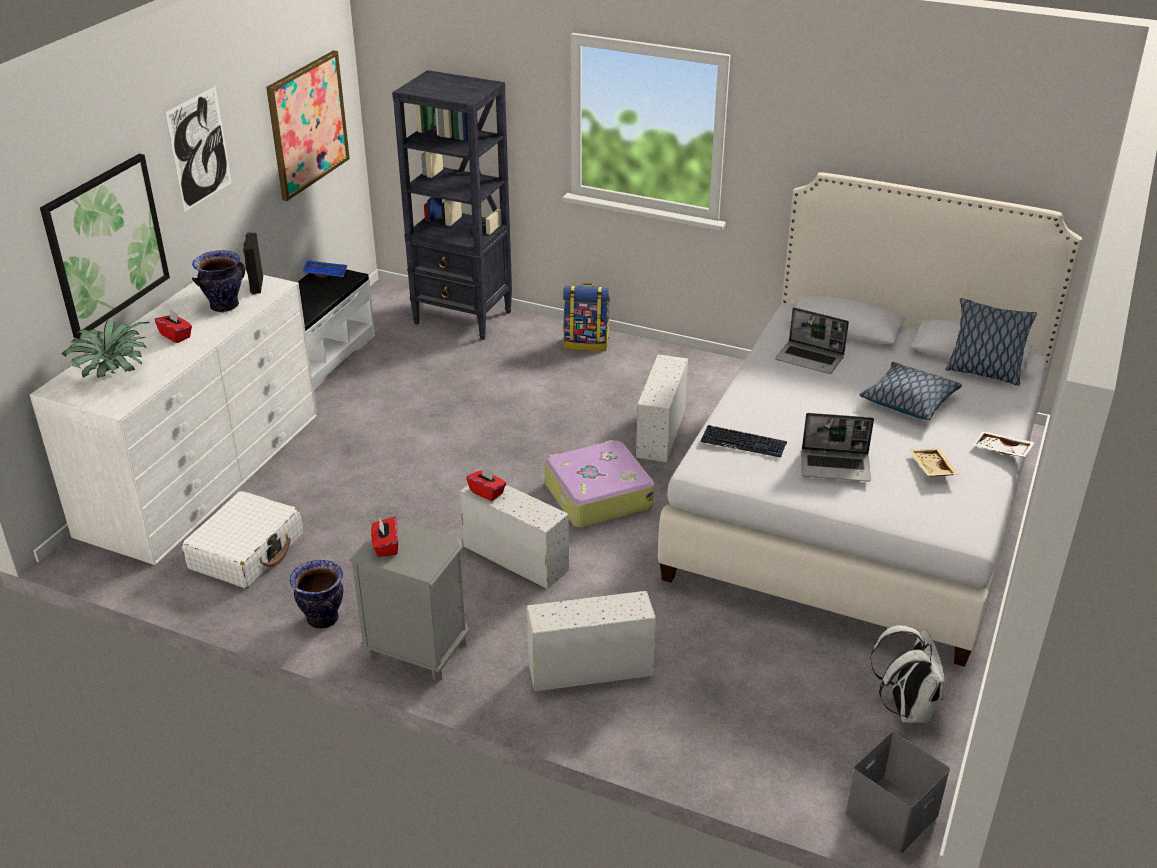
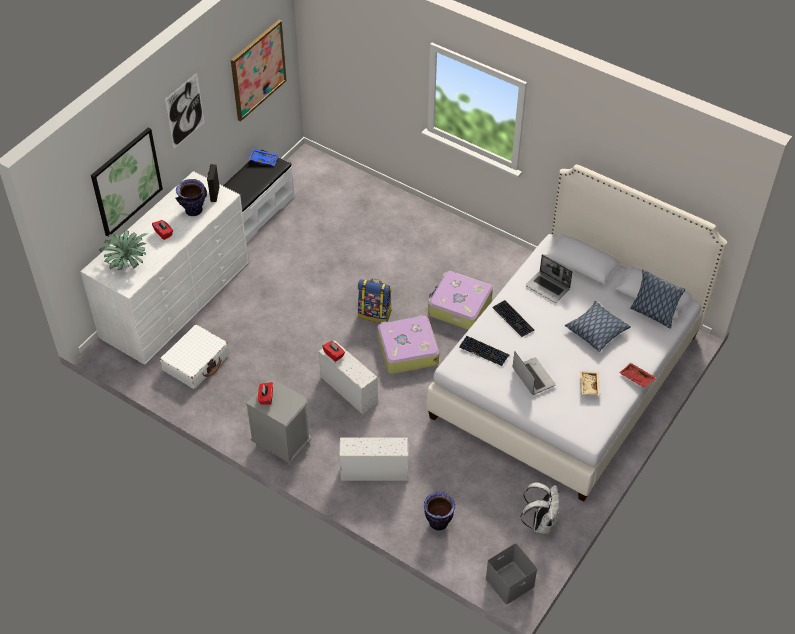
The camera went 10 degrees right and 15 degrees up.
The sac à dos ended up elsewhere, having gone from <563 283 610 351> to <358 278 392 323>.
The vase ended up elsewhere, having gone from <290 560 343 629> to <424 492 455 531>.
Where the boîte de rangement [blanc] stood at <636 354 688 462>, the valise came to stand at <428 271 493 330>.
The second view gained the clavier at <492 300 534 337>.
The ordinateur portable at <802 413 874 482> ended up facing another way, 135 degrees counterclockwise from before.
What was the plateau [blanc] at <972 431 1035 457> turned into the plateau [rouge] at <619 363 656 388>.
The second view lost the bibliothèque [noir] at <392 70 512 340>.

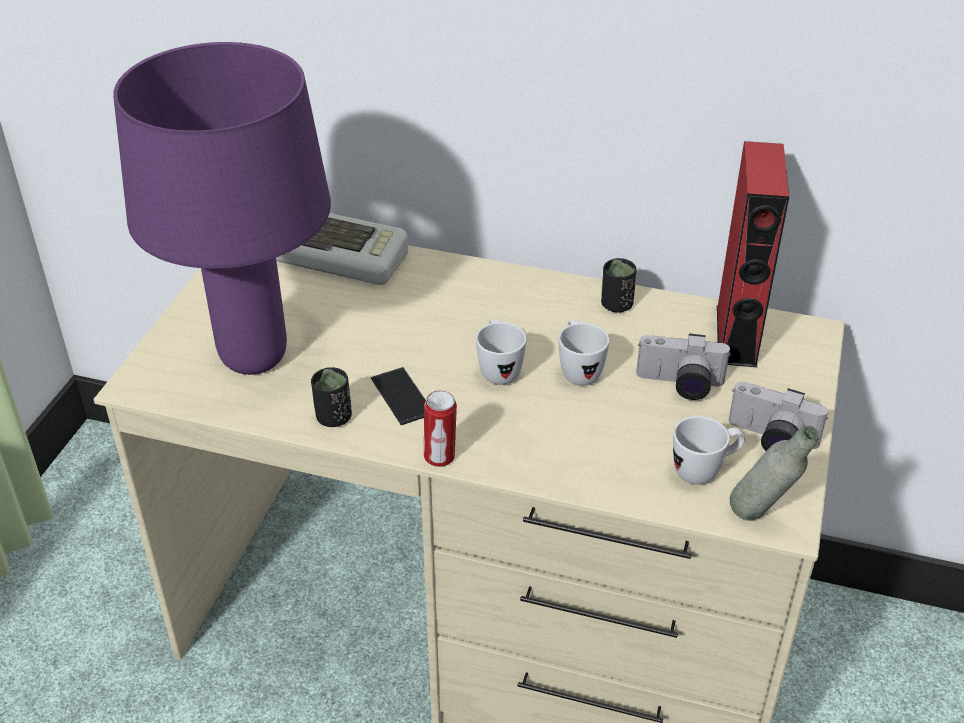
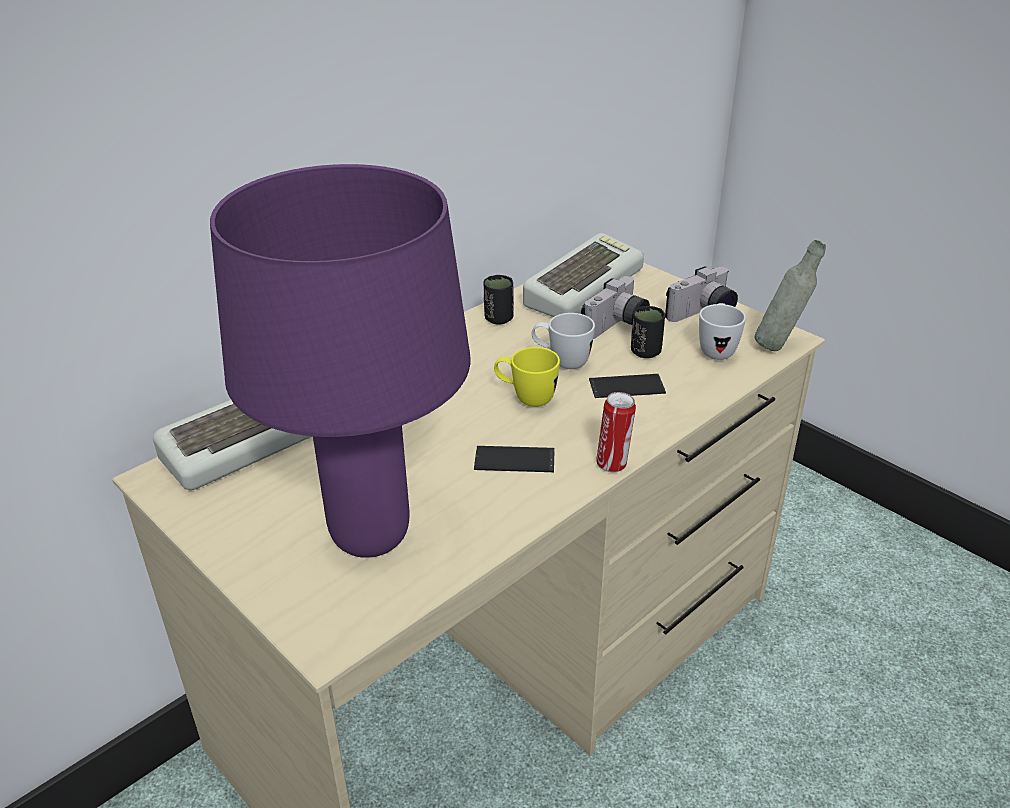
The camera went 60 degrees left and 5 degrees down.
What was the mug [blanc] at <476 319 527 385> turned into the mug [jaune] at <494 347 560 407>.
Where the enceinte [rouge] stood at <717 141 789 367>, the clavier came to stand at <523 233 644 317>.
The second view gained the téléphone at <589 374 666 398>.
The tasse [noir] ended up elsewhere, having gone from <311 367 352 427> to <631 306 665 358>.

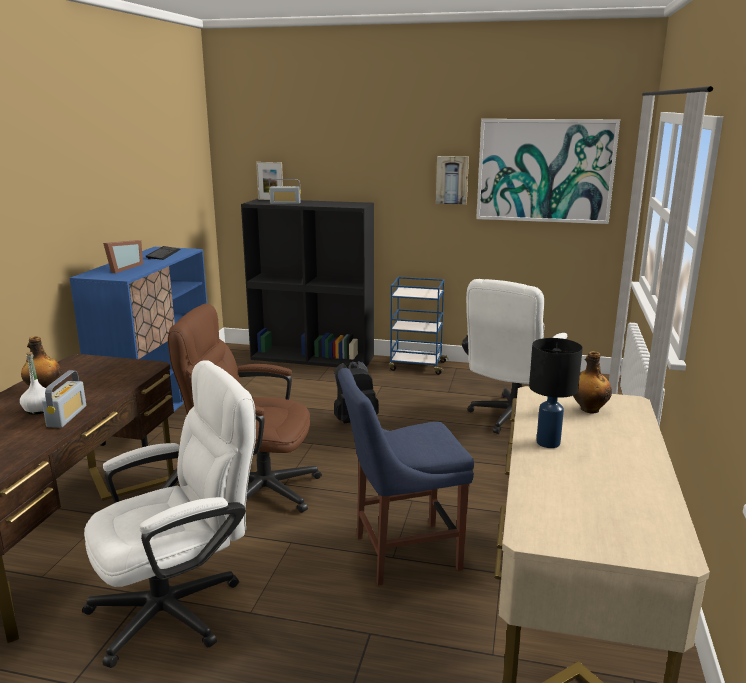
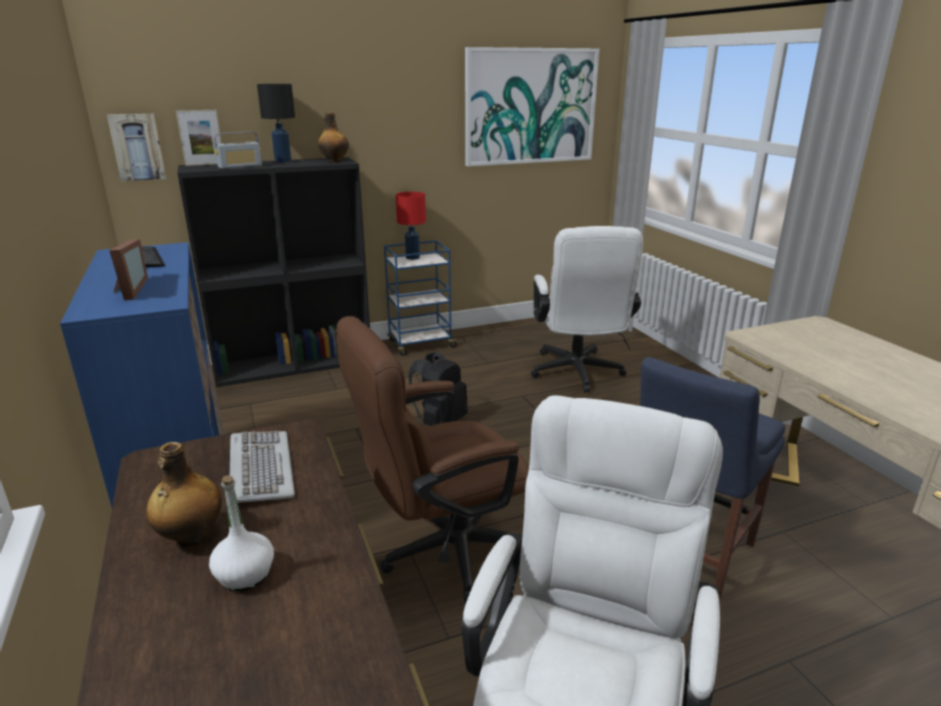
The camera went 35 degrees left and 5 degrees up.
The tableau ended up elsewhere, having gone from <436 156 469 205> to <107 114 166 181>.
The second view gained the clavier at <230 431 295 503>.
The lampe de table [noir] ended up elsewhere, having gone from <529 338 583 448> to <257 84 295 162>.
The bouteille ended up elsewhere, having gone from <573 351 612 413> to <318 112 349 163>.
The second view gained the lampe de table [rouge] at <396 192 426 260>.
The second view lost the radio at <42 371 86 428>.

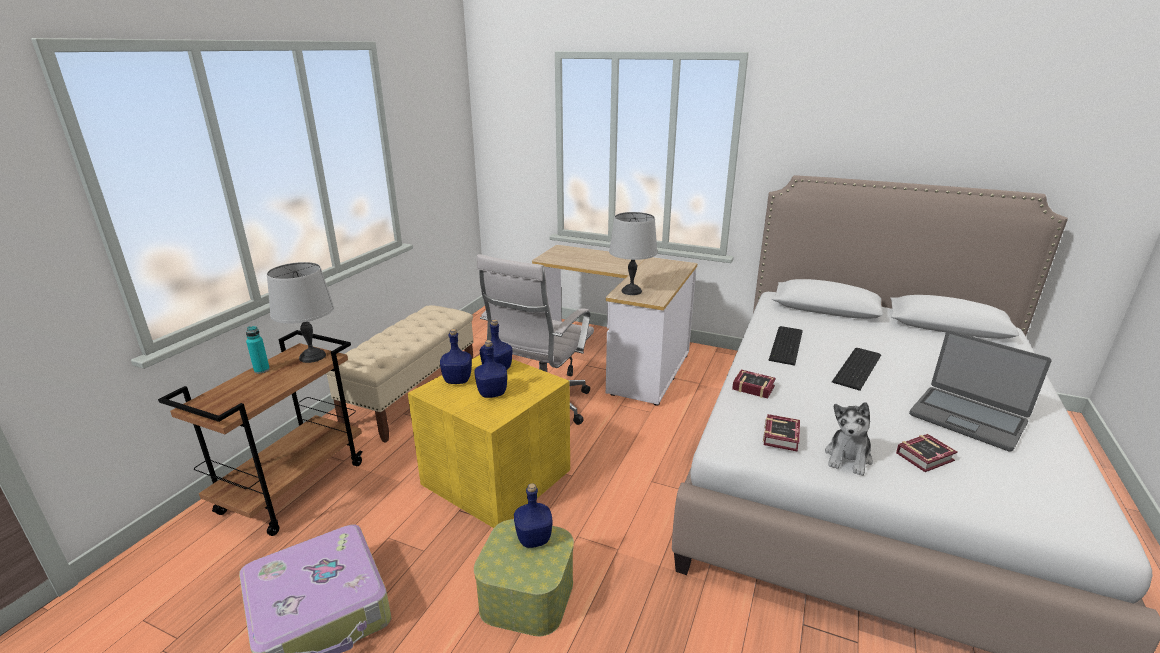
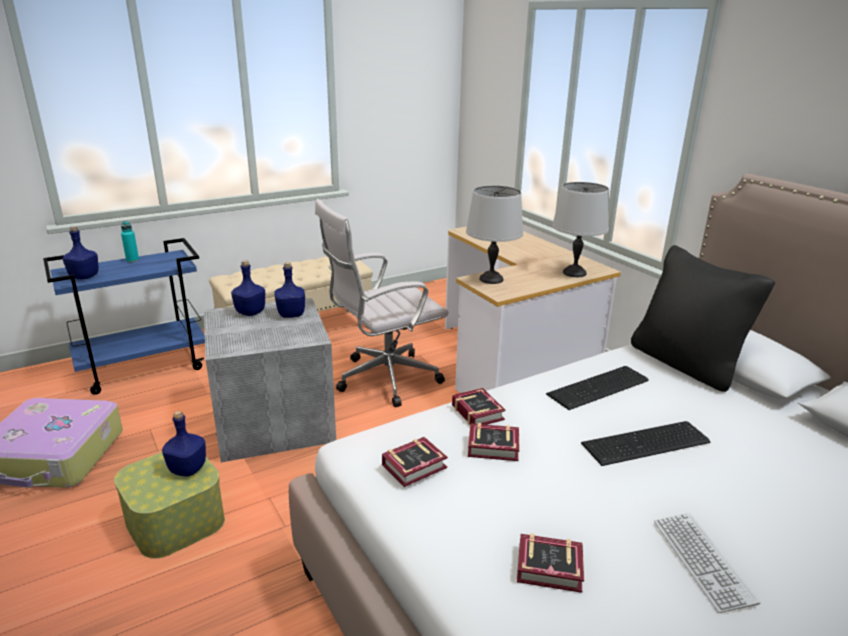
The camera went 35 degrees right and 0 degrees up.
What was the chariot [marron] at <158 330 363 536> turned into the chariot [bleu] at <43 238 205 395>.
The bouteille [bleu] ended up elsewhere, having gone from <474 340 507 398> to <62 226 99 279>.
What was the boîte de rangement [jaune] at <408 355 570 528> turned into the boîte de rangement [gris] at <204 298 336 462>.
The second view gained the livre at <468 423 520 461>.
The lampe de table [gris] ended up elsewhere, having gone from <267 262 334 363> to <552 182 609 277>.
The second view gained the coussin [noir] at <631 245 775 392>.
Where the ordinateur portable stood at <909 330 1051 452>, the clavier came to stand at <654 513 761 613>.
The second view lost the peluche at <825 402 873 476>.

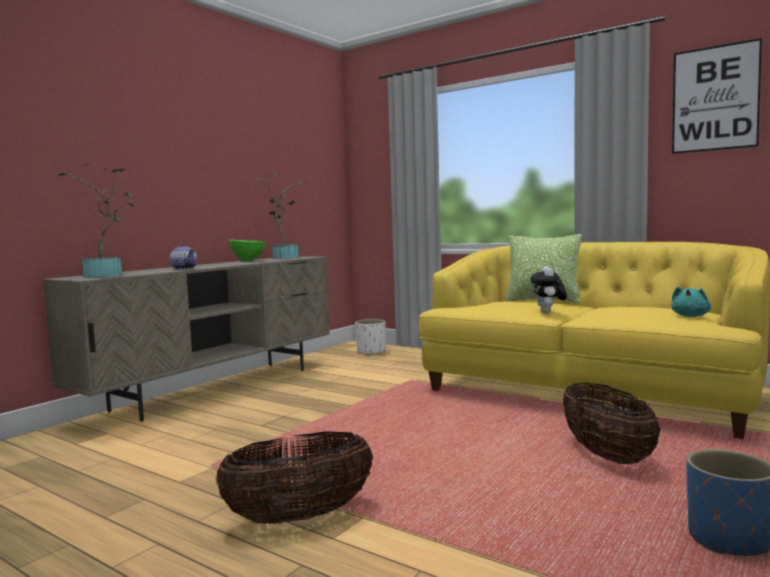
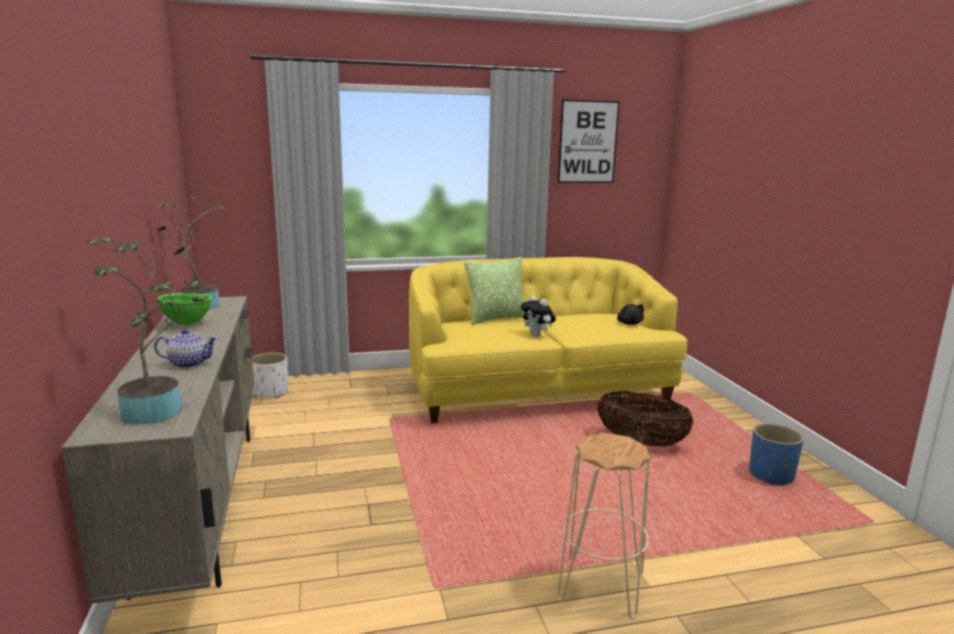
The camera went 50 degrees left and 10 degrees up.
Where the panier stood at <216 431 373 524>, the tabouret [beige] came to stand at <557 433 652 619>.
What was the peluche [turquoise] at <671 287 711 317> turned into the peluche [noir] at <617 304 644 325>.

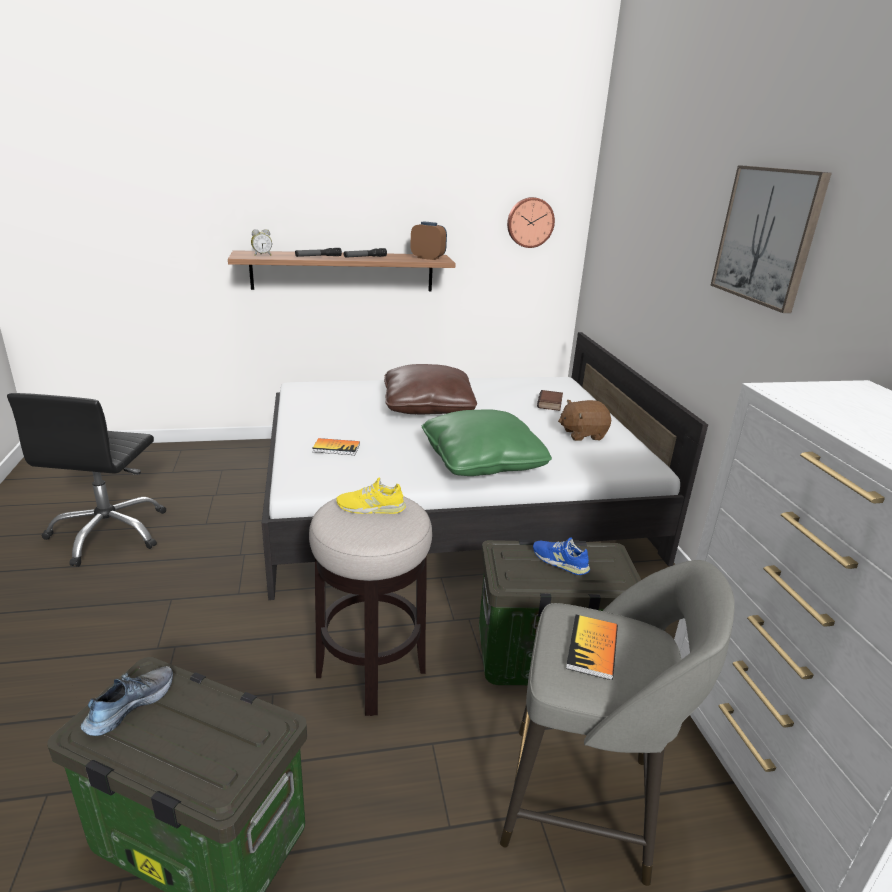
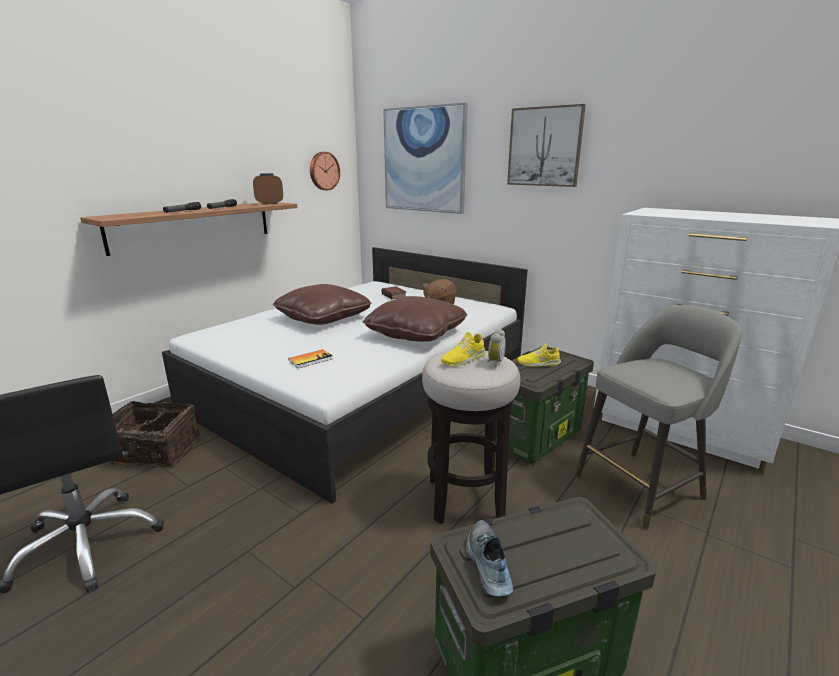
The camera went 40 degrees left and 5 degrees down.
The second view gained the panier at <110 401 201 467>.
What was the coussin [vert] at <422 409 552 476> turned into the coussin [marron] at <362 296 467 342>.
The second view gained the tableau at <383 103 468 214>.
The réveil ended up elsewhere, having gone from <251 229 272 256> to <487 329 506 367>.
What was the chaussure [bleu] at <533 537 590 575> turned into the chaussure [jaune] at <517 343 561 367>.
The second view lost the livre at <566 615 618 680>.

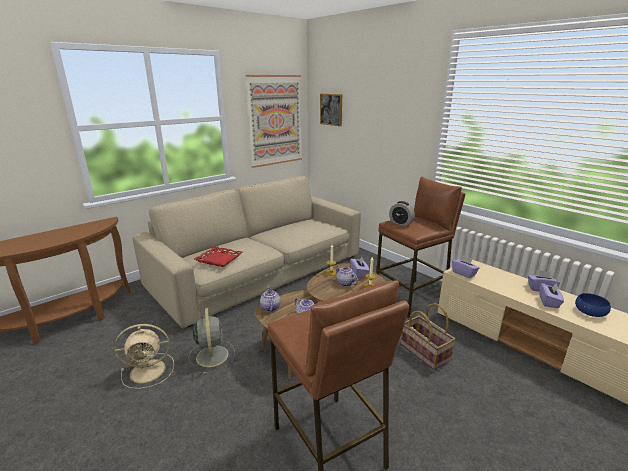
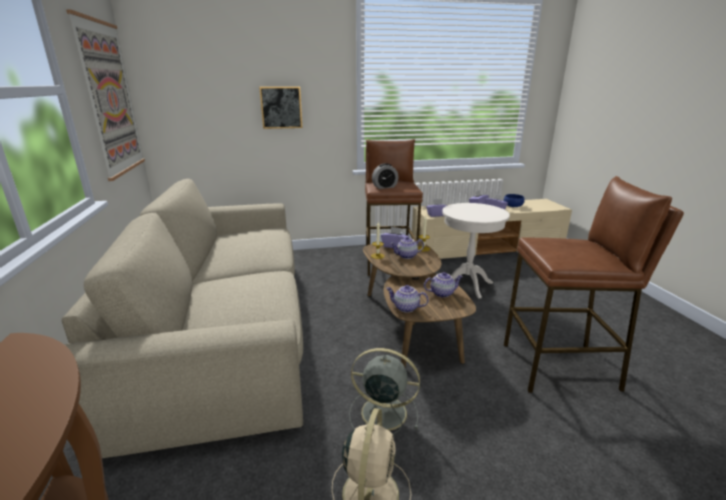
The camera went 60 degrees left and 0 degrees up.
The tableau ended up elsewhere, having gone from <320 94 342 126> to <259 87 302 129>.
Where the panier stood at <401 303 455 370>, the table d'appoint [blanc] came to stand at <442 203 510 299>.
The second view lost the plateau [rouge] at <194 246 242 267>.

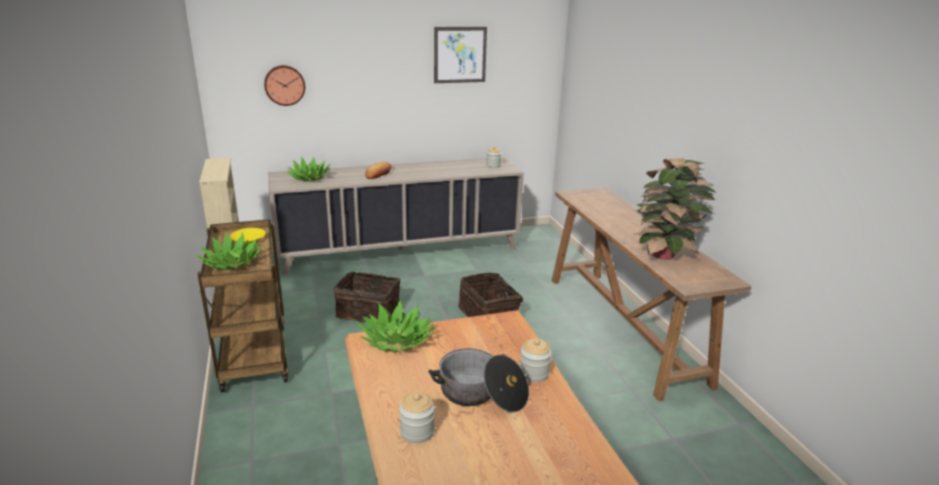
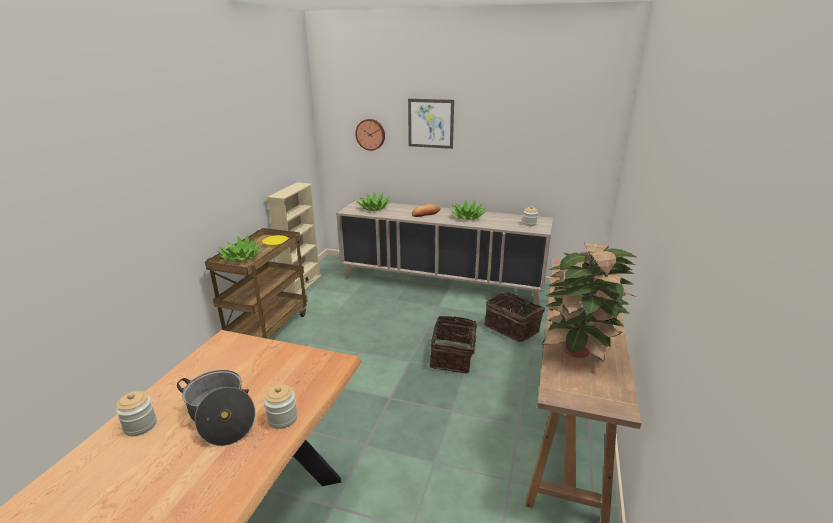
The camera went 35 degrees right and 0 degrees up.
The tableau ended up elsewhere, having gone from <434 27 487 83> to <408 99 454 149>.
The plante en pot ended up elsewhere, having gone from <356 299 436 352> to <450 200 487 220>.
The panier ended up elsewhere, having gone from <334 269 400 322> to <484 292 545 342>.

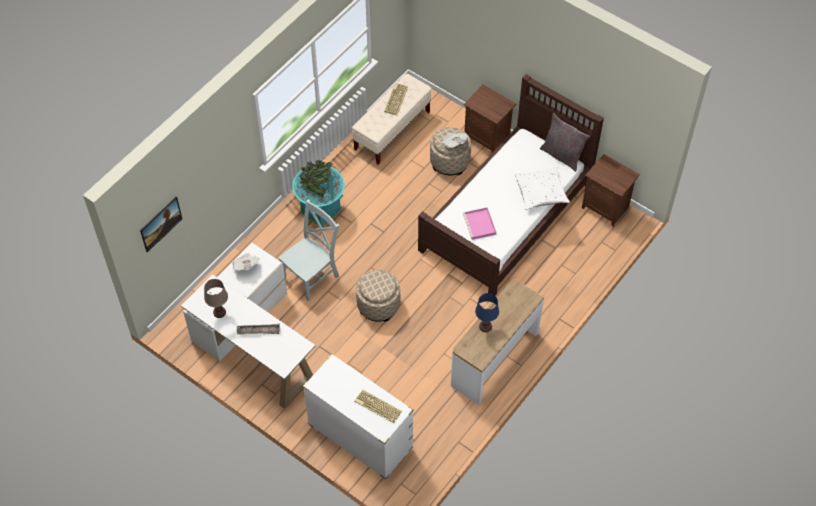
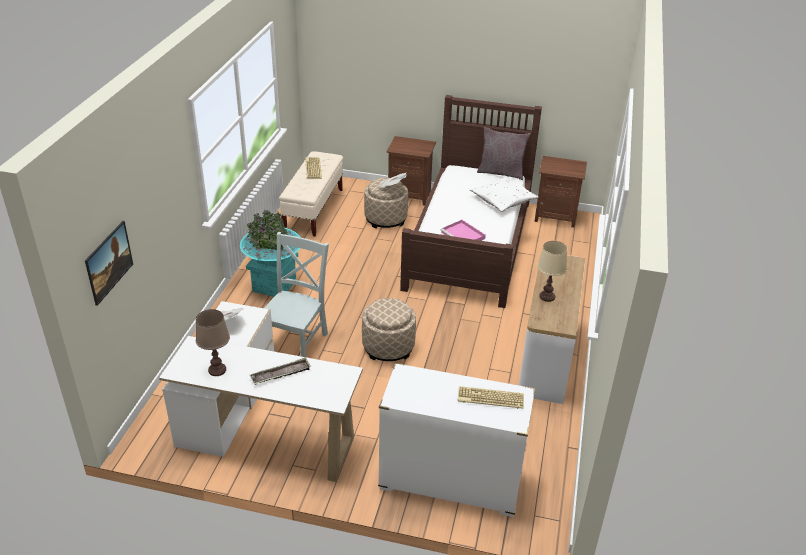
The camera went 25 degrees left and 20 degrees down.
What was the lampe de table [bleu] at <475 293 499 332> turned into the lampe de table [beige] at <537 241 567 302>.

